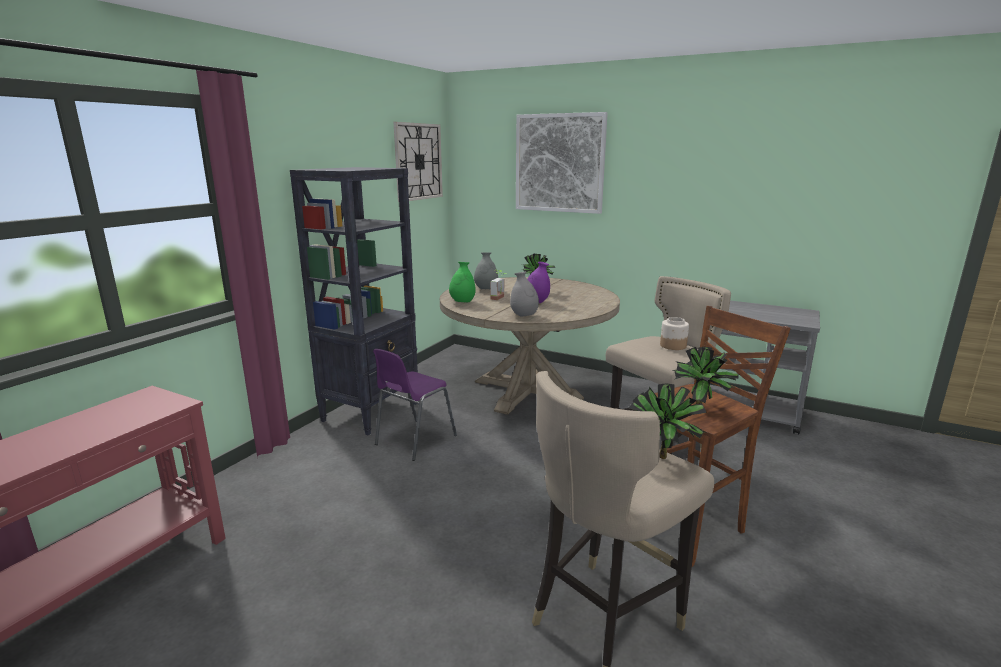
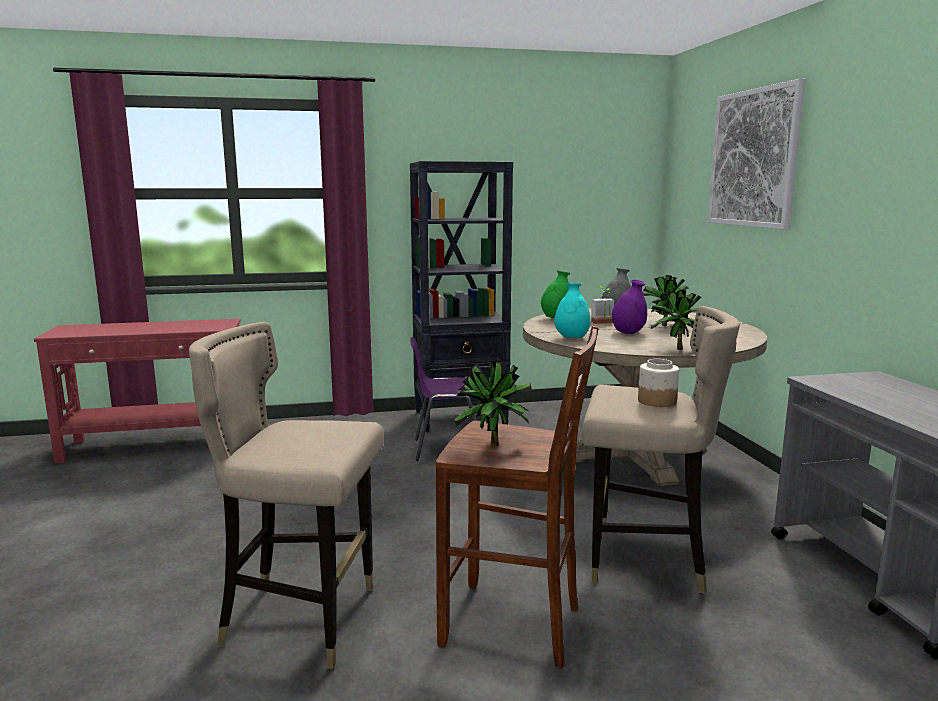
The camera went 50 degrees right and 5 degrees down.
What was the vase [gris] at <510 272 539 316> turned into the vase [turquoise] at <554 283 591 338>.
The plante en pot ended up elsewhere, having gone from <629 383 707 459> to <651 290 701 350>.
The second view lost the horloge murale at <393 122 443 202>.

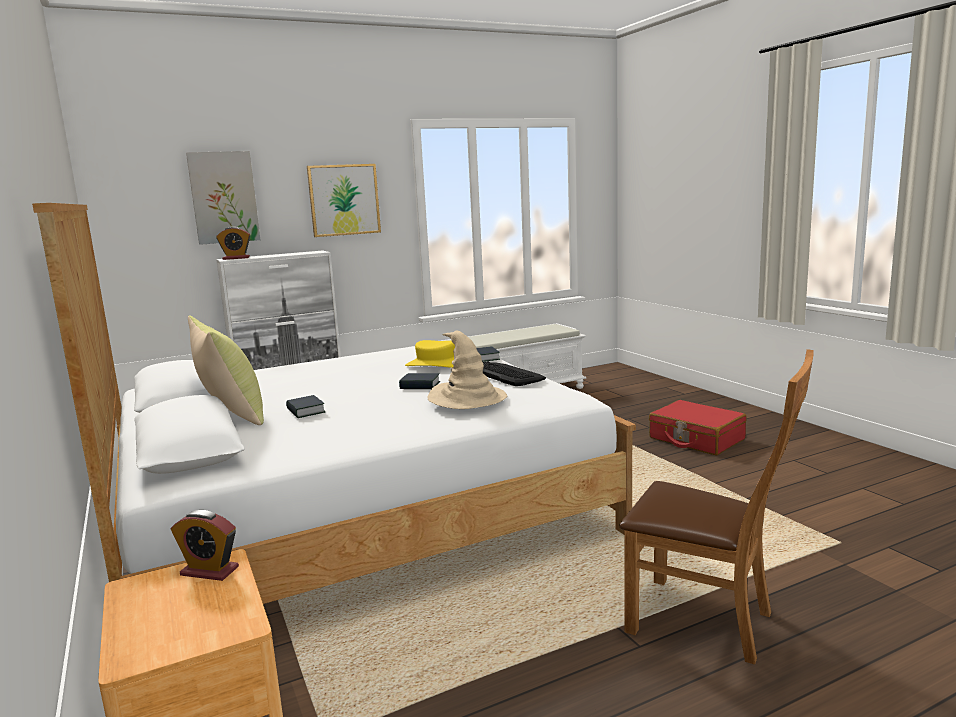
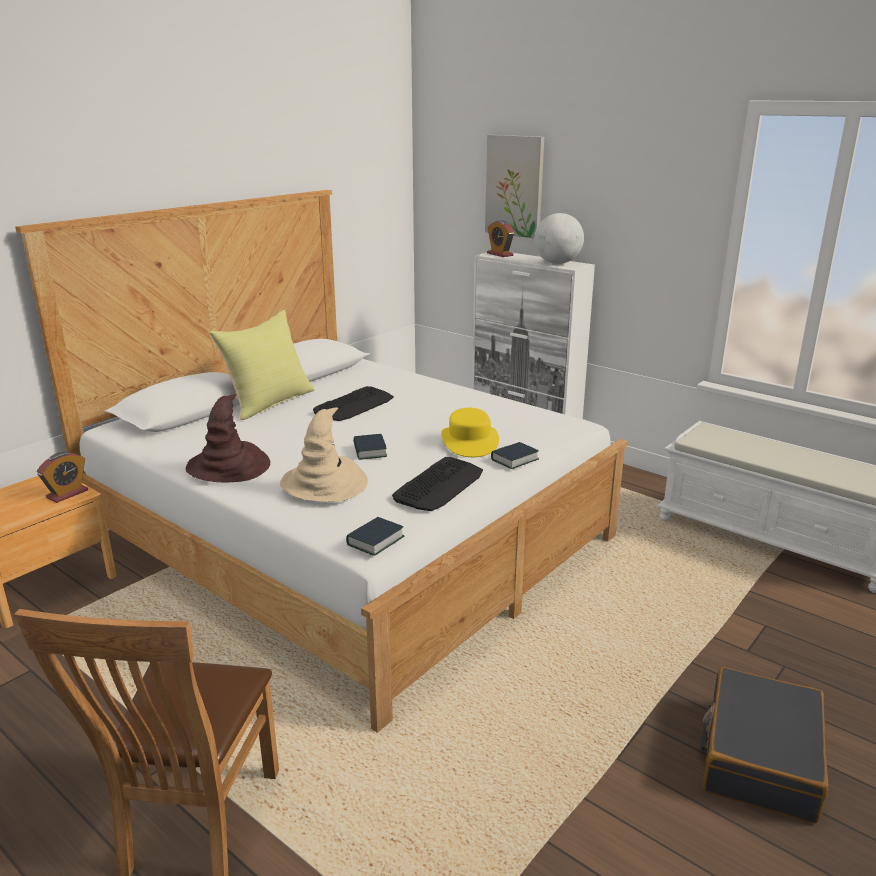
The camera went 65 degrees right and 10 degrees up.
The réveil at <171 510 239 581> ended up facing another way, 135 degrees counterclockwise from before.
The second view gained the chapeau [marron] at <186 394 270 482>.
The second view gained the clavier at <313 386 394 421>.
The livre ended up elsewhere, having gone from <286 395 325 418> to <346 517 405 556>.
The second view gained the globe at <534 213 584 264>.
What was the valise [rouge] at <649 400 746 455> turned into the valise [noir] at <700 667 828 824>.
The second view lost the tableau at <307 164 381 237>.

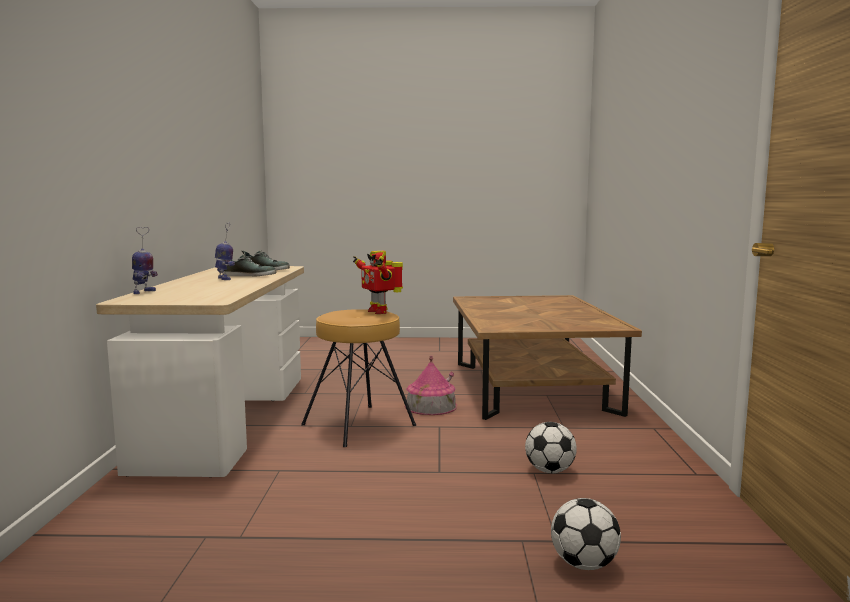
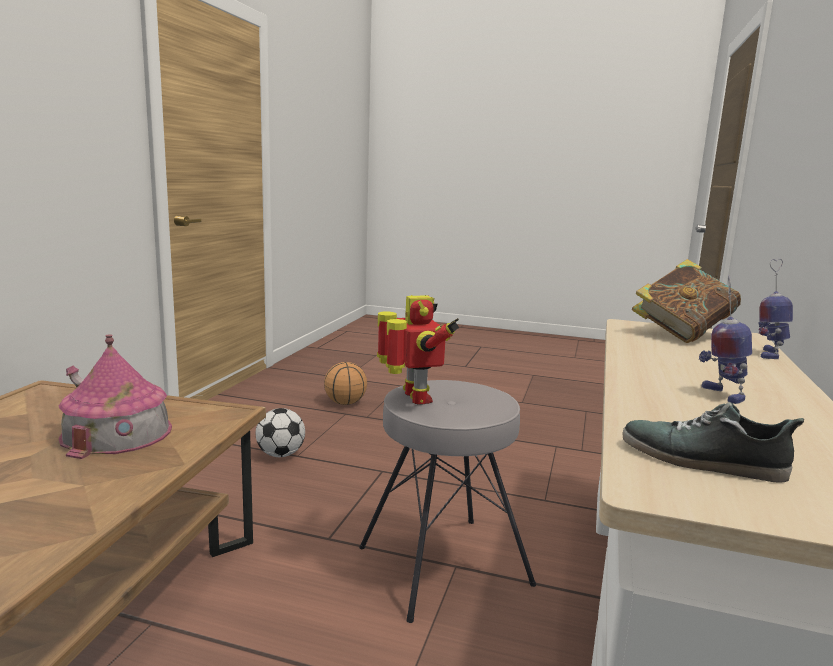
The camera went 165 degrees left and 5 degrees up.
The maison miniature ended up elsewhere, having gone from <405 356 457 415> to <59 334 172 459>.
Where the ballon de foot stood at <551 498 621 570>, the ballon de basket came to stand at <324 362 367 405>.
What was the tabouret [marron] at <301 309 416 447> turned into the tabouret [gris] at <359 380 536 623>.
The second view gained the livre at <632 259 741 343>.
The second view lost the chaussure at <223 254 277 277>.

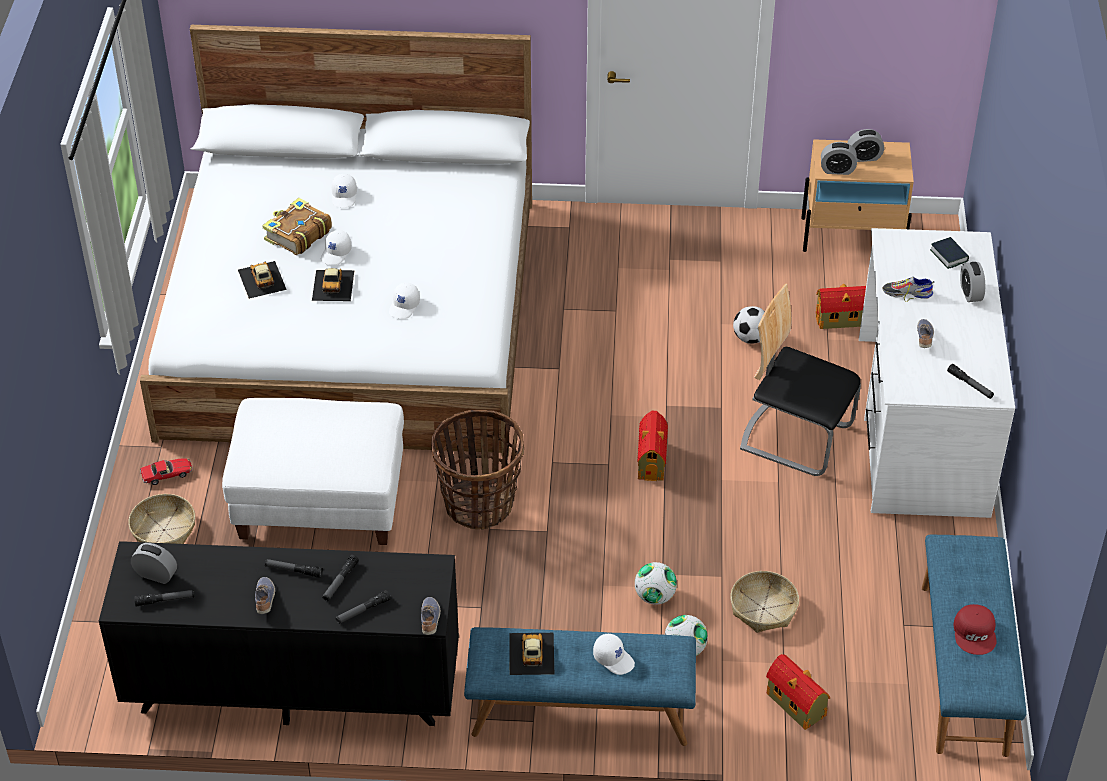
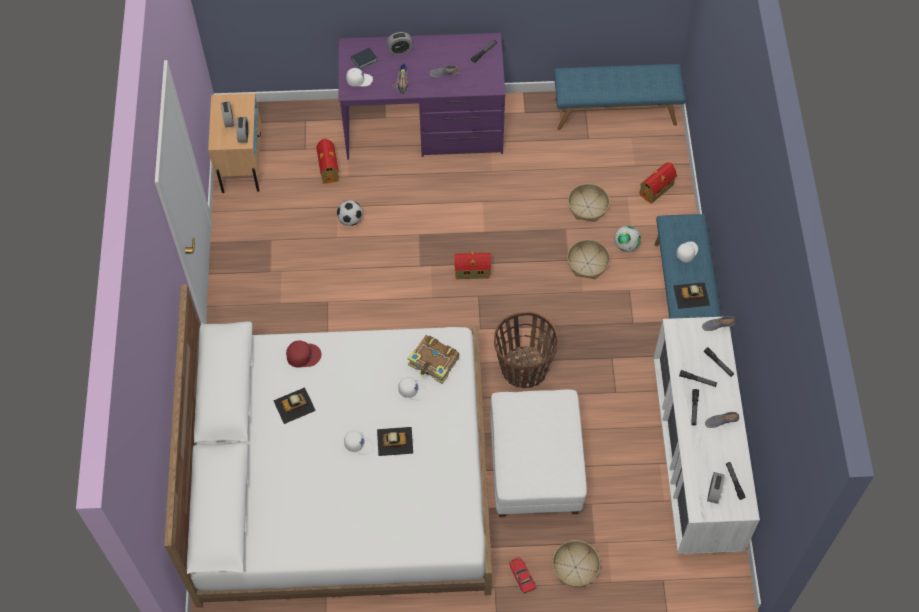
The camera went 95 degrees left and 15 degrees up.
The petite voiture ended up elsewhere, having gone from <238 261 287 299> to <273 387 316 424>.
The casquette [rouge] ended up elsewhere, having gone from <953 604 996 655> to <286 341 321 367>.
What was the bureau [blanc] at <859 228 1015 518> turned into the bureau [violet] at <338 33 506 160>.
The casquette [blanc] ended up elsewhere, having gone from <332 174 357 208> to <346 68 373 87>.
The livre ended up elsewhere, having gone from <262 198 332 255> to <407 335 459 384>.
Where the ballon de foot stood at <635 562 677 605>, the panier came to stand at <567 240 610 279>.
What was the commode [noir] at <99 541 459 726> turned into the commode [blanc] at <653 317 760 554>.
The second view lost the chaise at <740 284 861 476>.

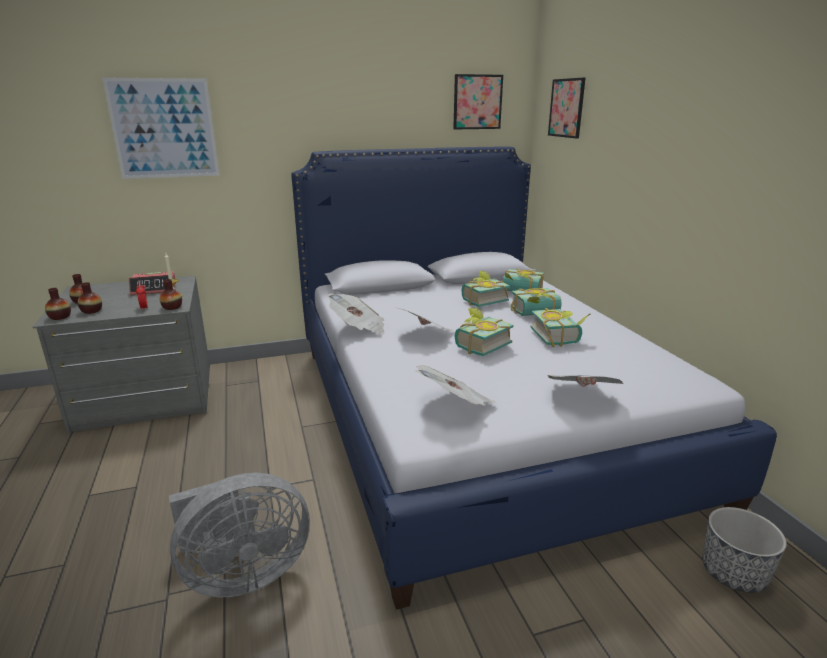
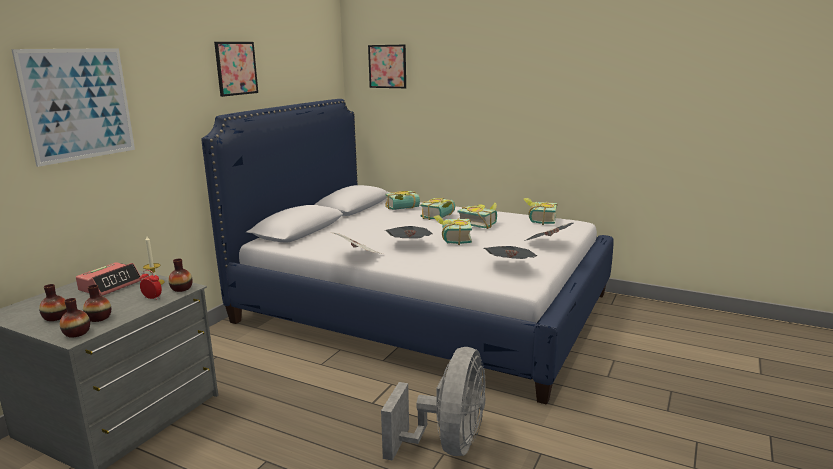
The camera went 45 degrees left and 5 degrees down.
The tableau ended up elsewhere, having gone from <453 74 503 130> to <214 42 258 97>.
The livre ended up elsewhere, having gone from <462 271 510 307> to <524 198 558 225>.
The second view lost the cache-pot at <702 507 787 593>.

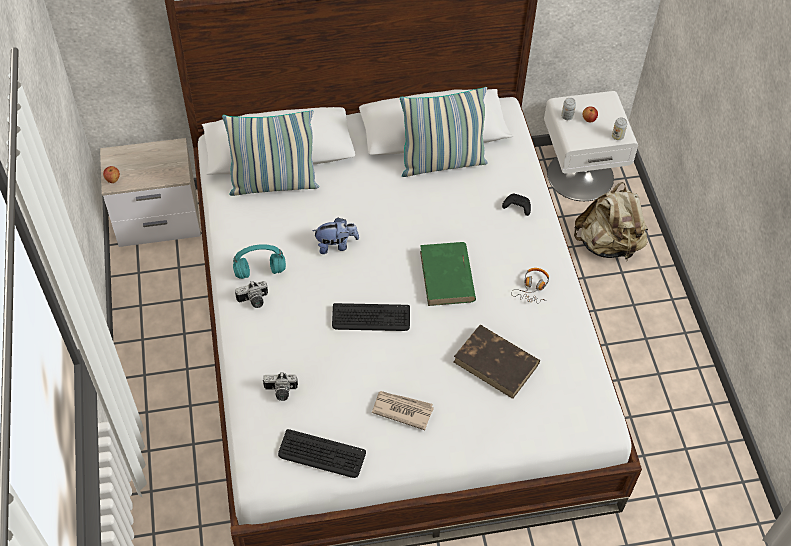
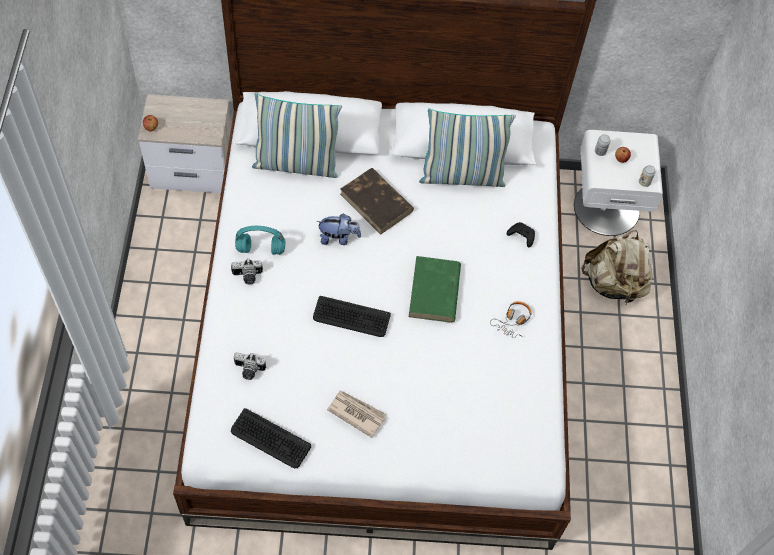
The camera went 10 degrees right and 5 degrees up.
The livre [marron] ended up elsewhere, having gone from <454 325 540 399> to <340 168 414 235>.

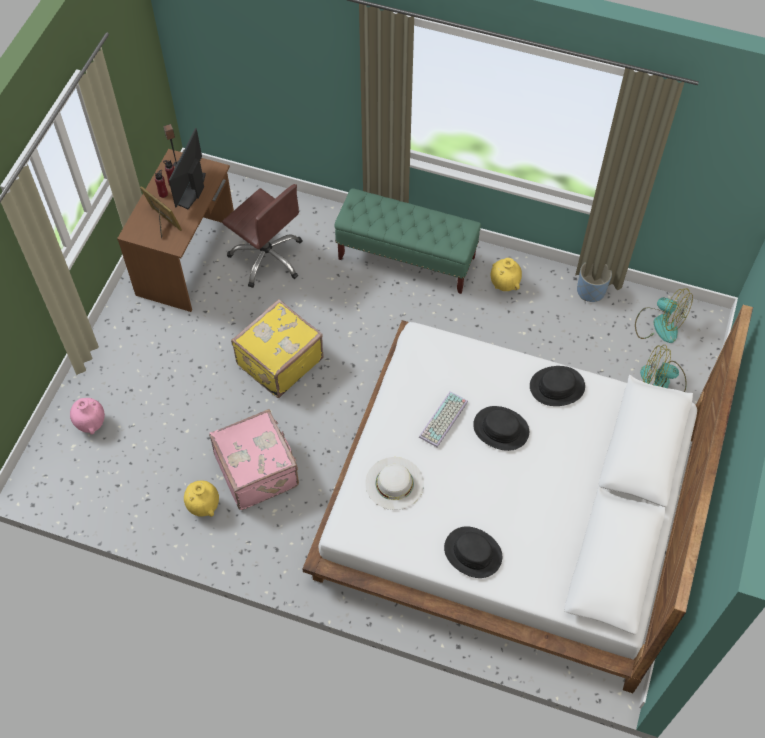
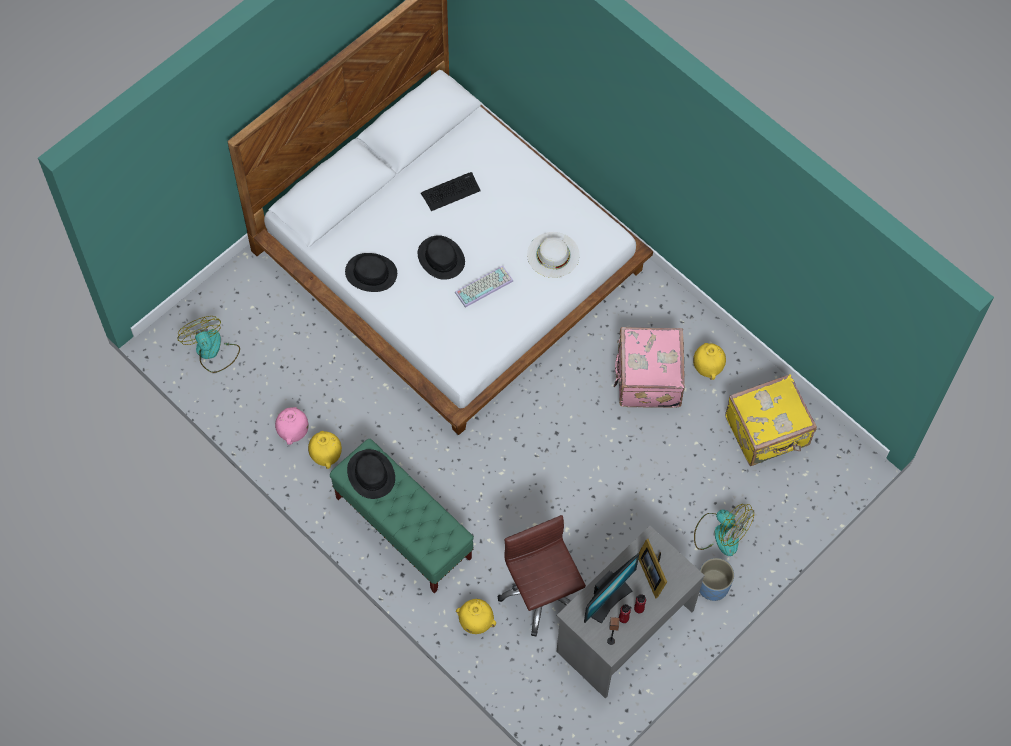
The camera went 155 degrees left and 5 degrees up.
The vase [rose] ended up elsewhere, having gone from <70 398 105 434> to <275 407 309 445>.
The chapeau [noir] ended up elsewhere, having gone from <444 526 502 578> to <347 449 395 499>.
The second view gained the clavier at <421 172 481 211>.
The second view gained the vase [jaune] at <456 599 496 634>.
What was the bureau [marron] at <117 149 234 312> turned into the bureau [gris] at <556 526 705 698>.
The ventilateur ended up elsewhere, having gone from <640 345 687 392> to <694 504 754 556>.
The cache-pot [bleu] ended up elsewhere, having gone from <577 262 612 302> to <699 558 734 601>.
The valise [jaune] ended up elsewhere, having gone from <231 299 324 398> to <725 374 817 466>.

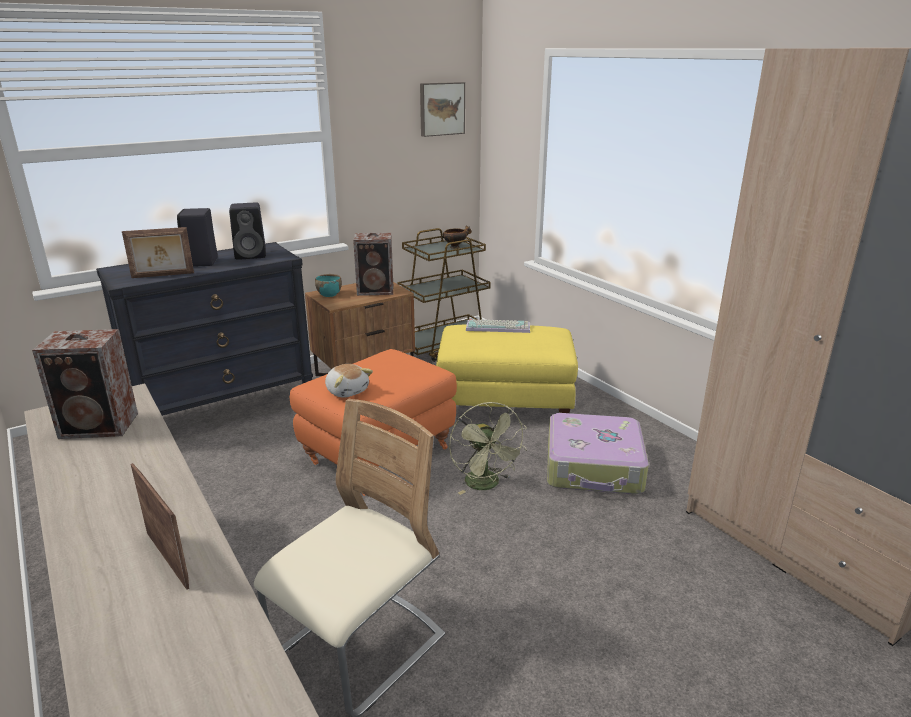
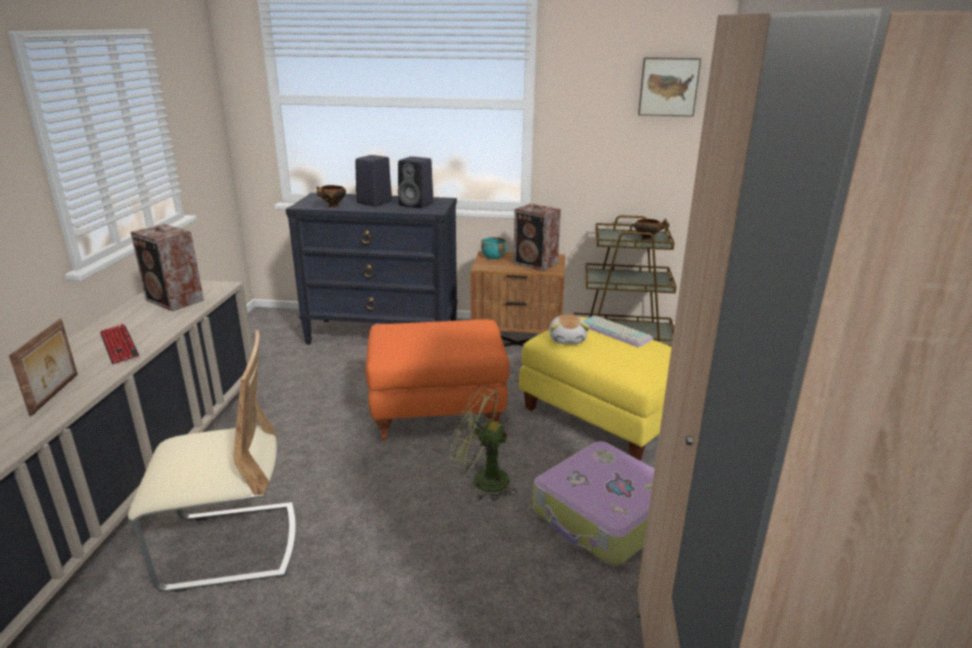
The camera went 40 degrees right and 0 degrees up.
The second view gained the clavier at <100 324 139 364>.
Where the cadre photo stood at <122 227 194 278>, the bol came to stand at <317 185 346 208>.
The ventilateur [vert] at <449 402 527 495> ended up facing another way, 90 degrees clockwise from before.
The peluche ended up elsewhere, having gone from <325 364 373 398> to <549 314 590 344>.

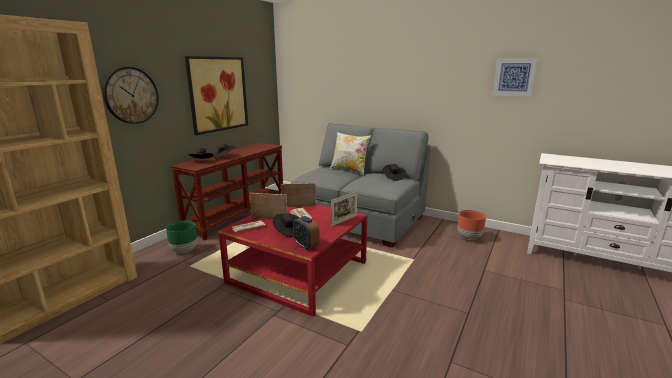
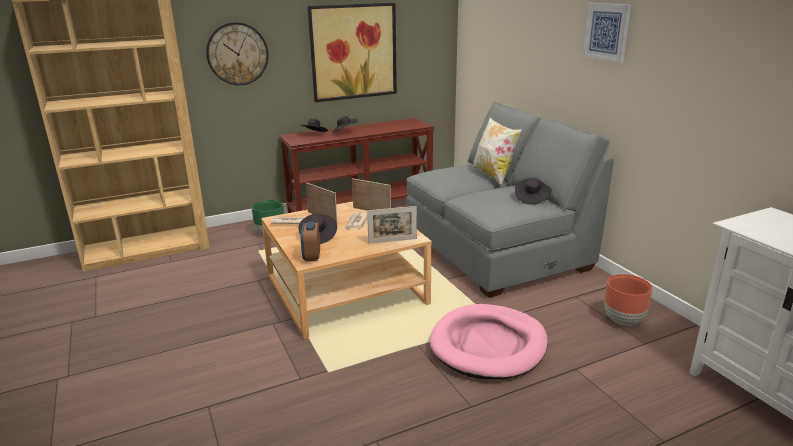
The camera went 35 degrees right and 5 degrees up.
What was the table basse [rouge] at <218 204 367 316> turned into the table basse [beige] at <261 201 432 339>.
The second view gained the panier pour chien [rose] at <430 304 548 379>.
The tableau ended up elsewhere, having gone from <492 58 538 96> to <583 3 631 63>.

